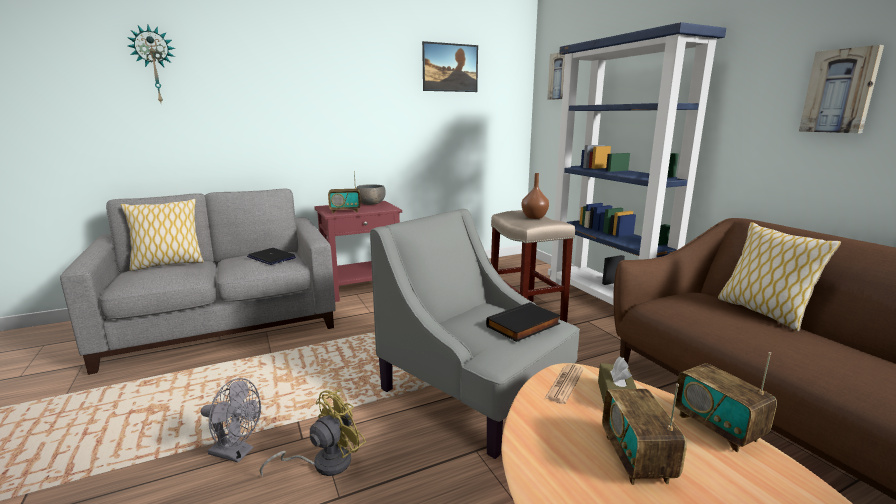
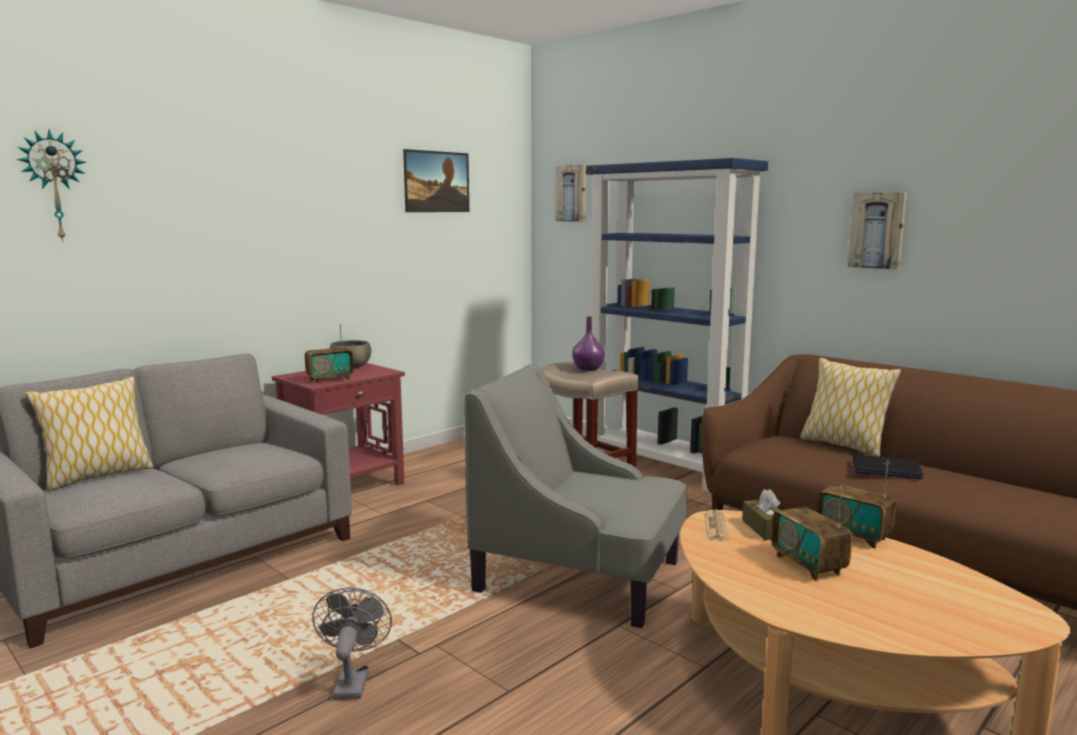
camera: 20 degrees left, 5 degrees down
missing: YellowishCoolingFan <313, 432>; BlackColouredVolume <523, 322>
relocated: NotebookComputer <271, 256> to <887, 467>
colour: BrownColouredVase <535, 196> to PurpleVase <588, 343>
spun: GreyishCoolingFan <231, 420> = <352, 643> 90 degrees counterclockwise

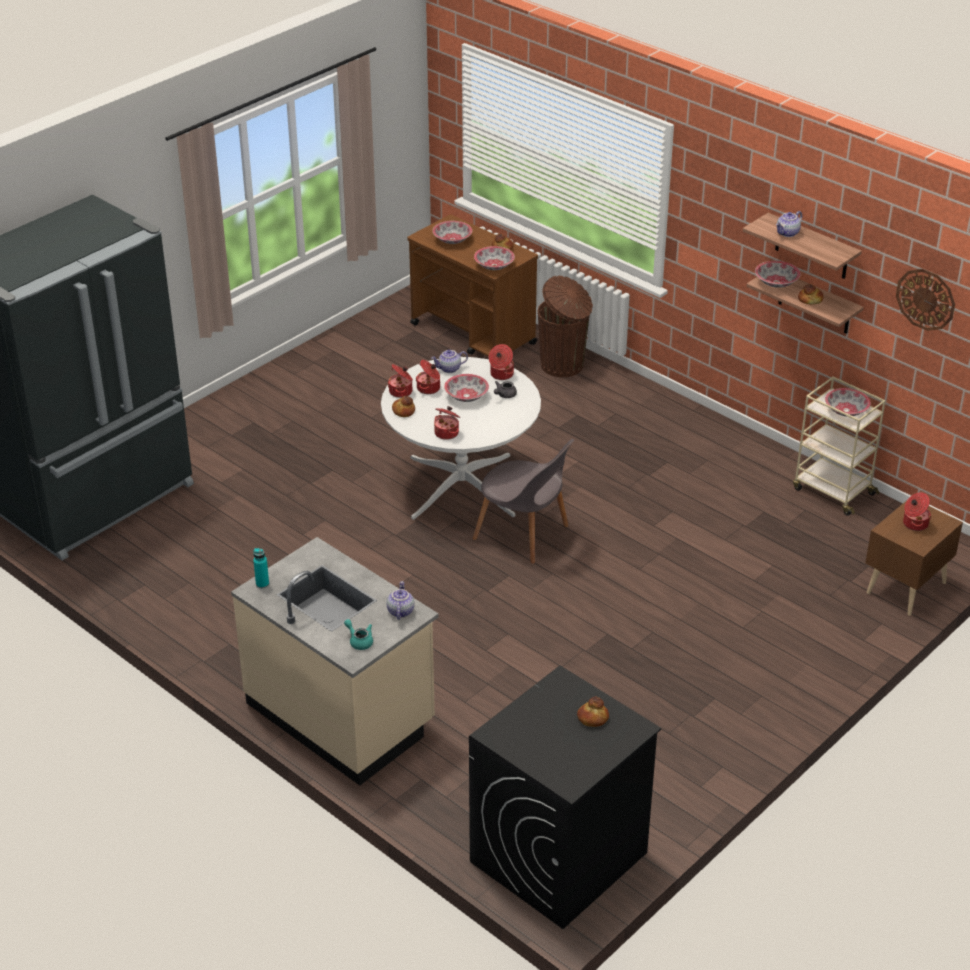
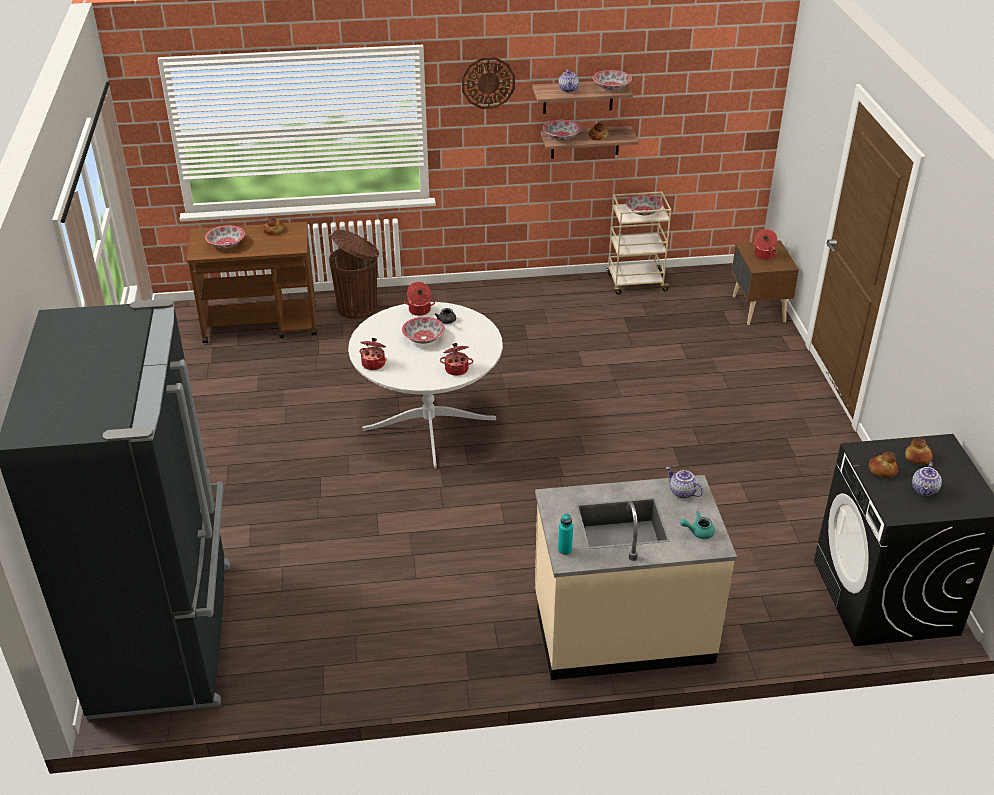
camera: 50 degrees left, 0 degrees up
missing: Saucepot <428, 377>; GreyishUprightChair <523, 501>
relocated: WallClock <925, 300> to <488, 83>; Bowl <494, 258> to <612, 80>; BakeryBread <403, 406> to <883, 465>; Teapot <449, 361> to <927, 479>

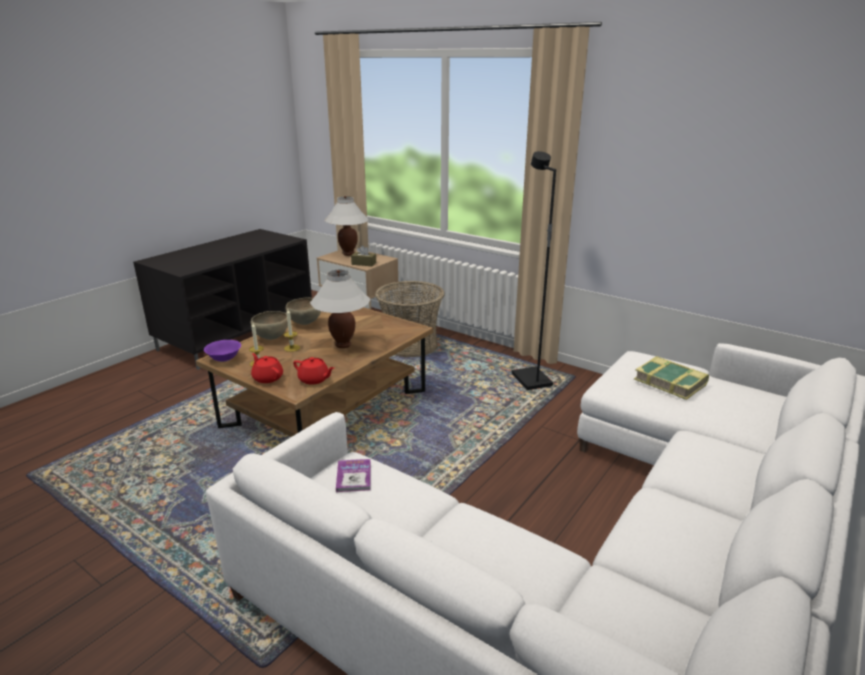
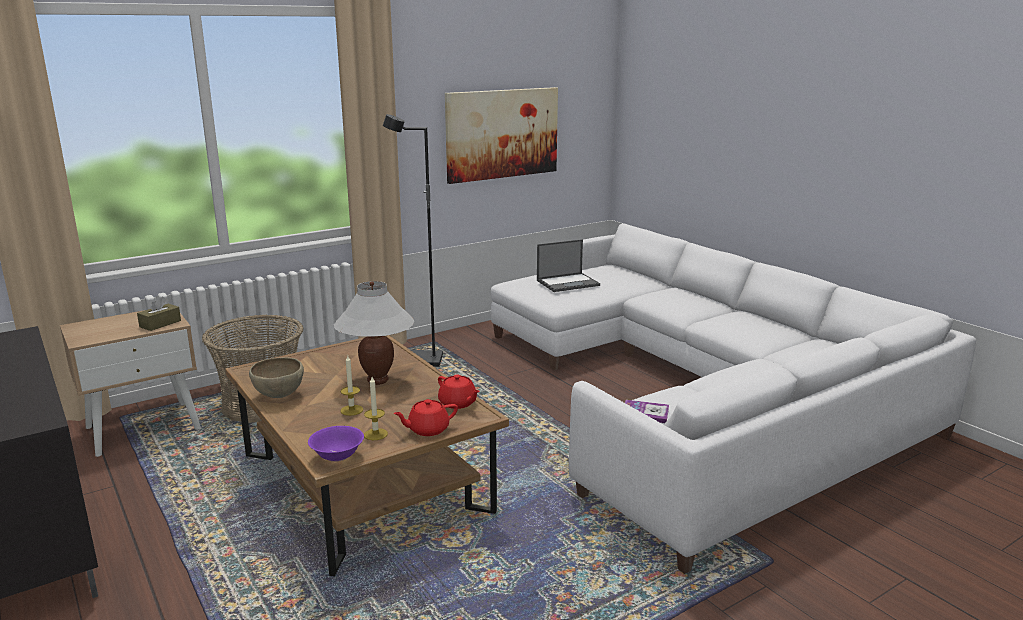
camera: 70 degrees left, 5 degrees down
missing: BrownColouredBowl <269, 325>; WhiteColouredTabletopLamp <346, 226>
appeared: Picture <501, 135>
exchanged: Volume <671, 378> to NotebookComputer <568, 265>
spun: RedColouredTeapot <313, 371> = <459, 392> 90 degrees clockwise

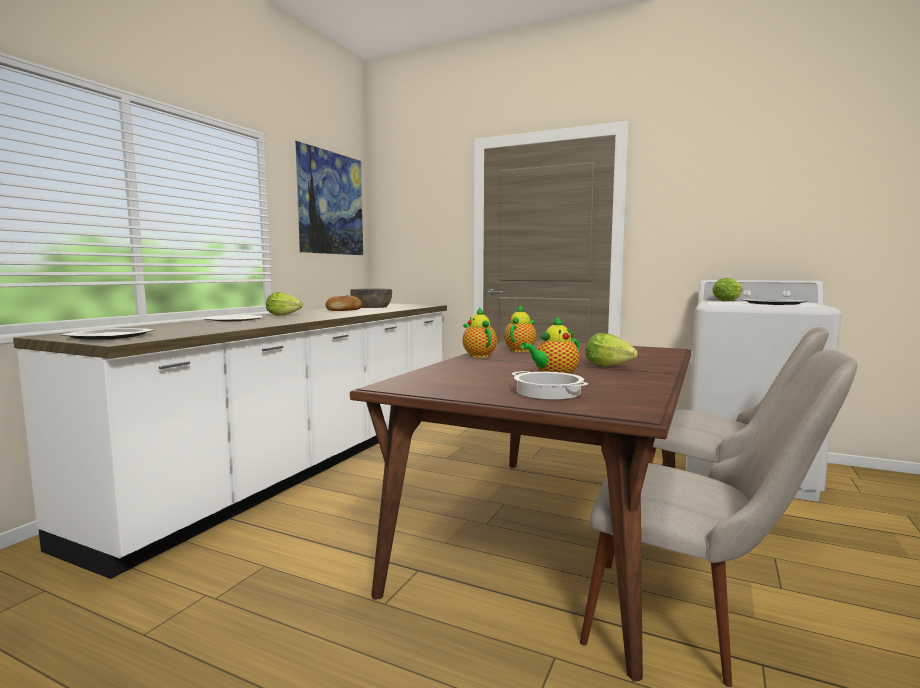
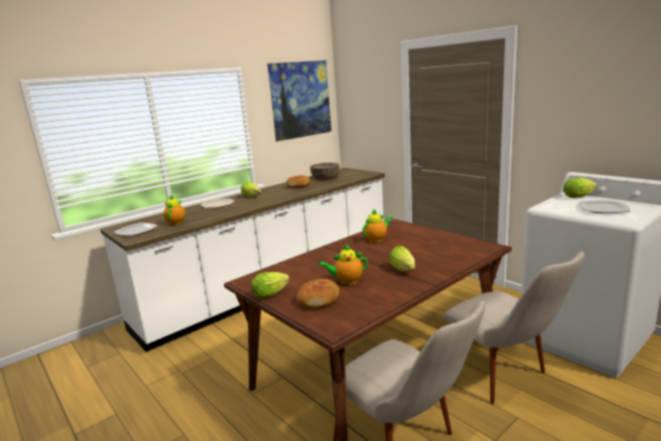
camera: 25 degrees right, 10 degrees up
appeared: Lettuce <270, 285>
relocated: Teapot <479, 332> to <174, 210>
exchanged: Saucepot <550, 385> to BakeryBread <318, 293>

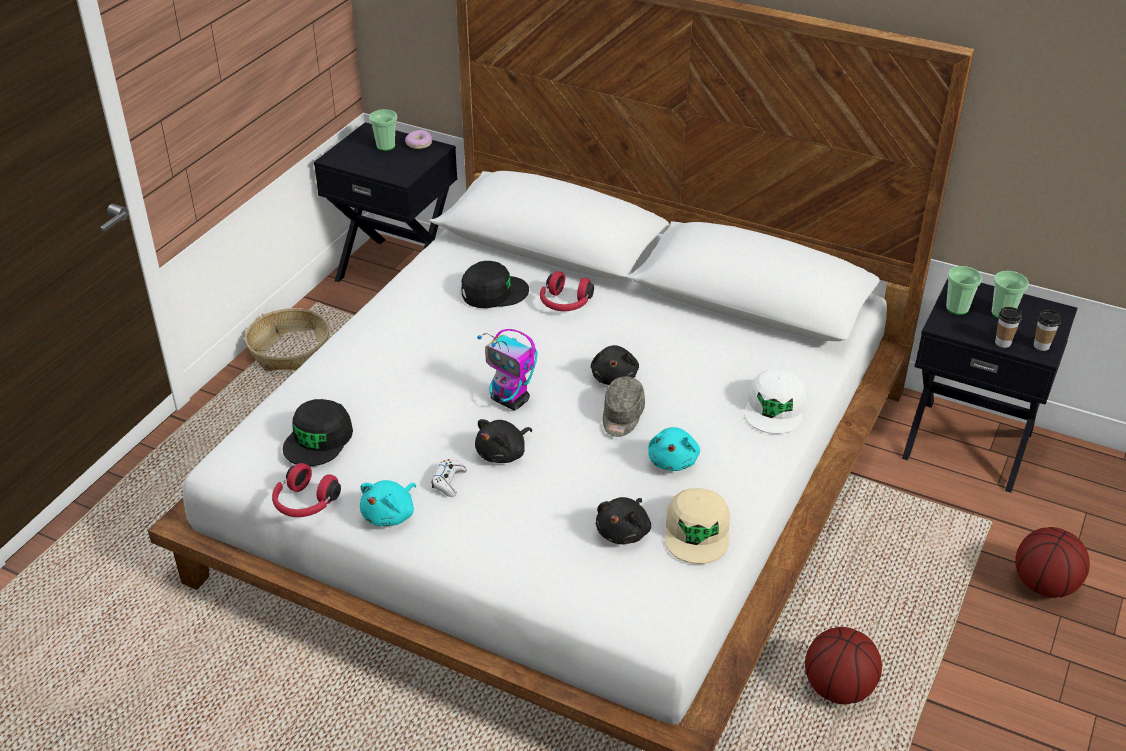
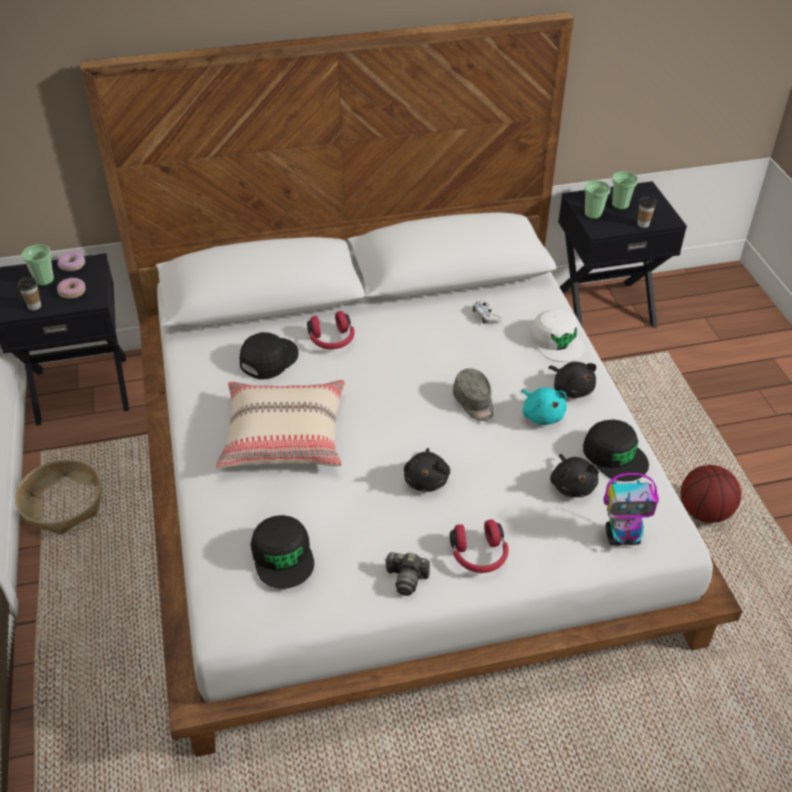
camera: 40 degrees left, 5 degrees up
missing: BasketballBall <1052, 562>
appeared: Doughnut <71, 288>; SandColouredThrowPillow <280, 424>
relocated: DrinkingCup <1047, 330> to <29, 293>; RedColouredHeadphones <306, 490> to <479, 546>; WhiteColouredGamepad <449, 478> to <487, 312>; BlackColouredCuddlyToy <615, 365> to <572, 380>; RobotFigure <507, 369> to <631, 509>
exchanged: TurquoiseColouredCuddlyToy <388, 503> to StillCamera <407, 574>
colour: SandColouredCap <697, 526> to BlackColouredCap <616, 450>

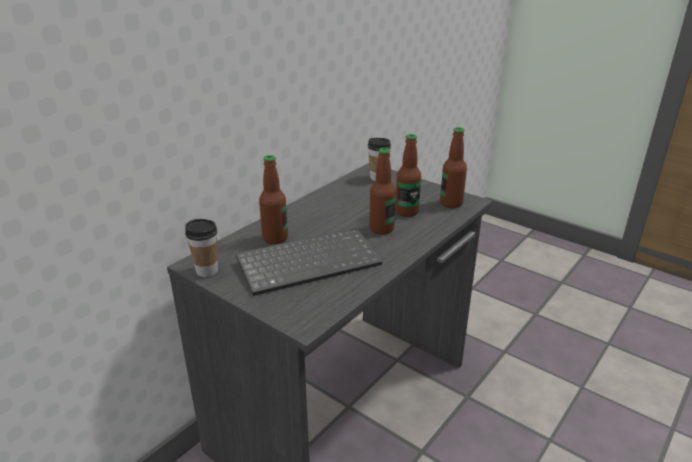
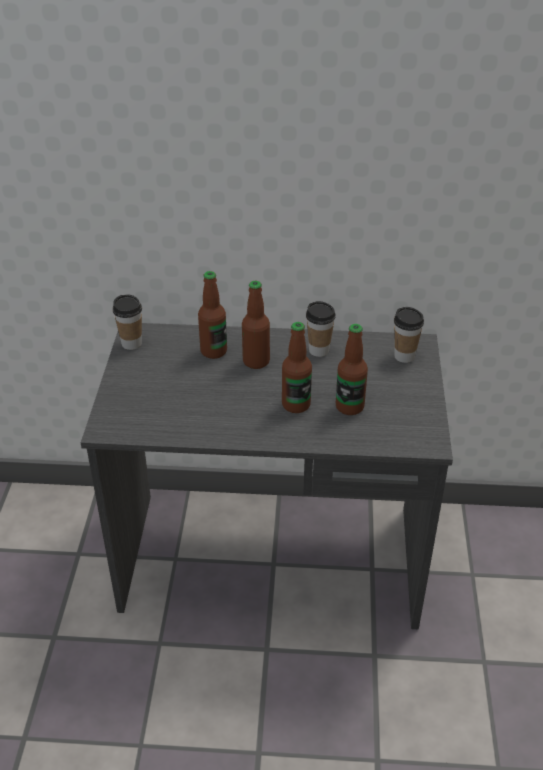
camera: 55 degrees right, 10 degrees up
missing: ComputerKeyboard <309, 262>
appeared: DrinkingCup <321, 329>
relocated: Bottle <453, 167> to <256, 325>

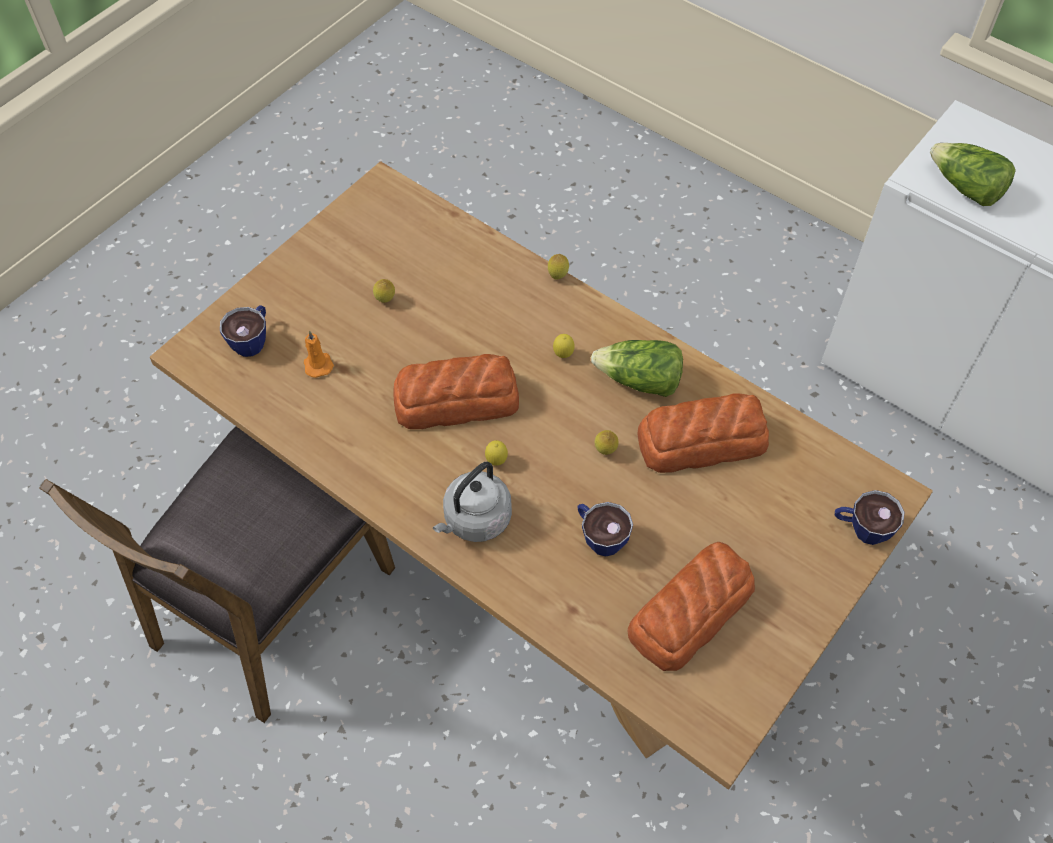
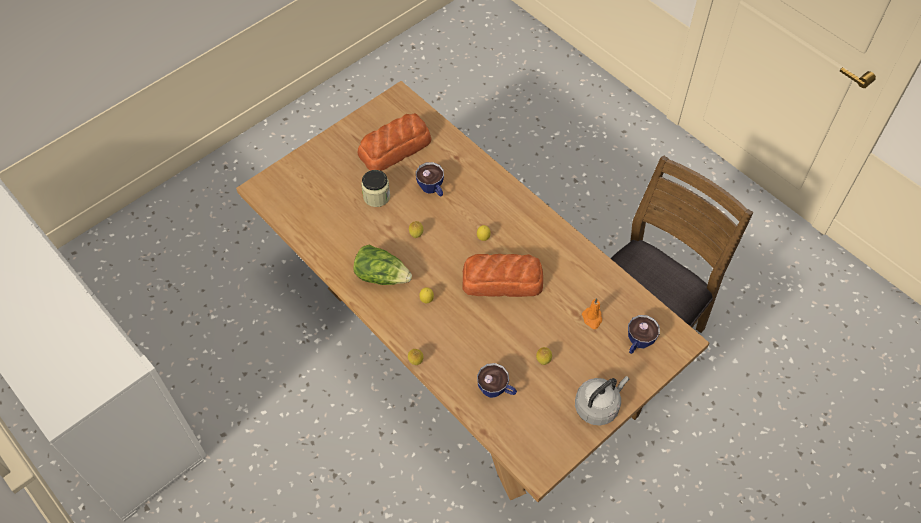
camera: 170 degrees left, 0 degrees up
missing: BakeryBread <703, 433>; Lettuce <973, 174>
appeared: PreserveJar <375, 188>
relocated: DrinkingCup <870, 517> to <497, 380>; GreyishKettle <472, 502> to <602, 400>

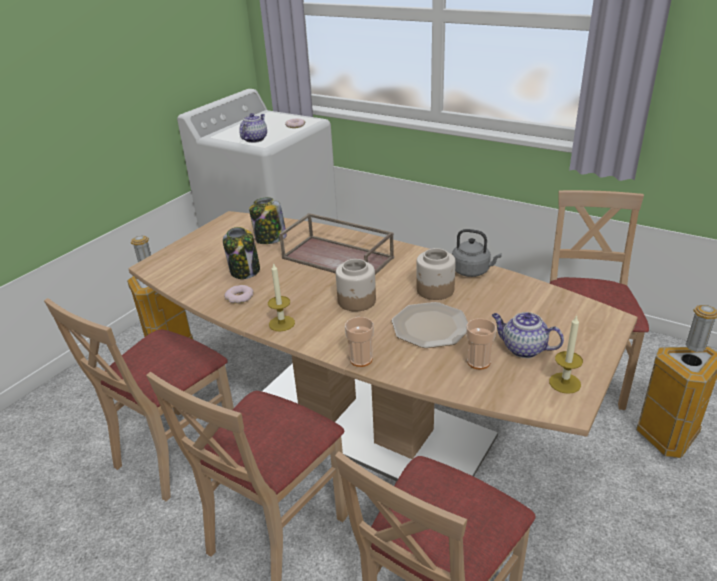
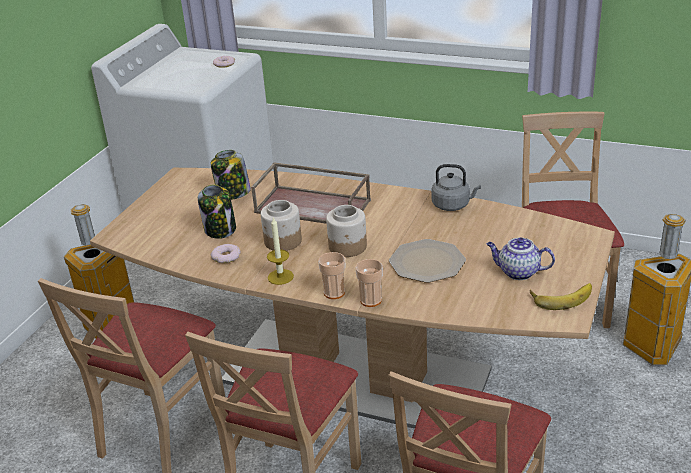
camera: 10 degrees left, 0 degrees up
missing: Teapot <253, 128>
relocated: PreserveJar <436, 274> to <281, 225>; DrinkingCup <481, 343> to <331, 275>
exchanged: WaxCandle <566, 354> to BananaFruit <561, 296>

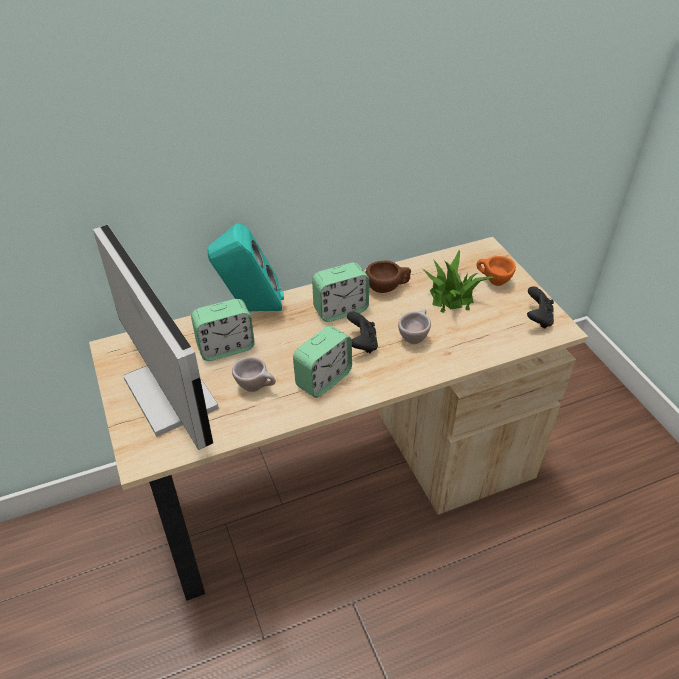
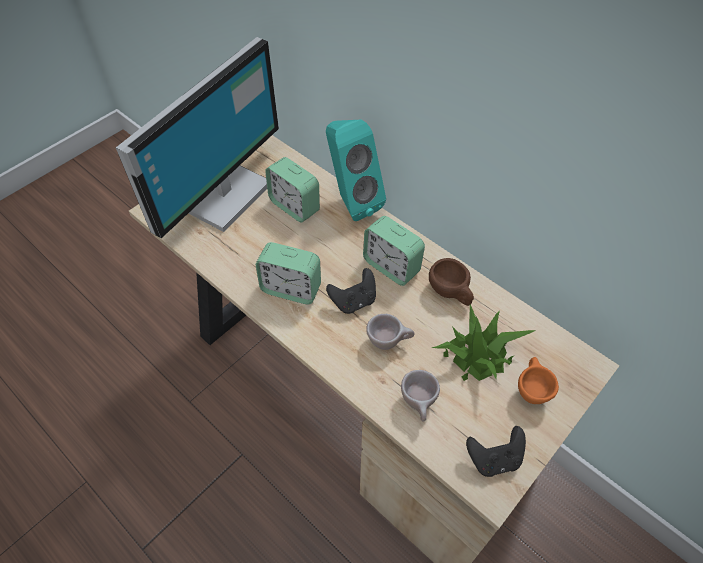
camera: 65 degrees right, 10 degrees up
relocated: SandColouredDrinkingCup <254, 374> to <420, 396>

